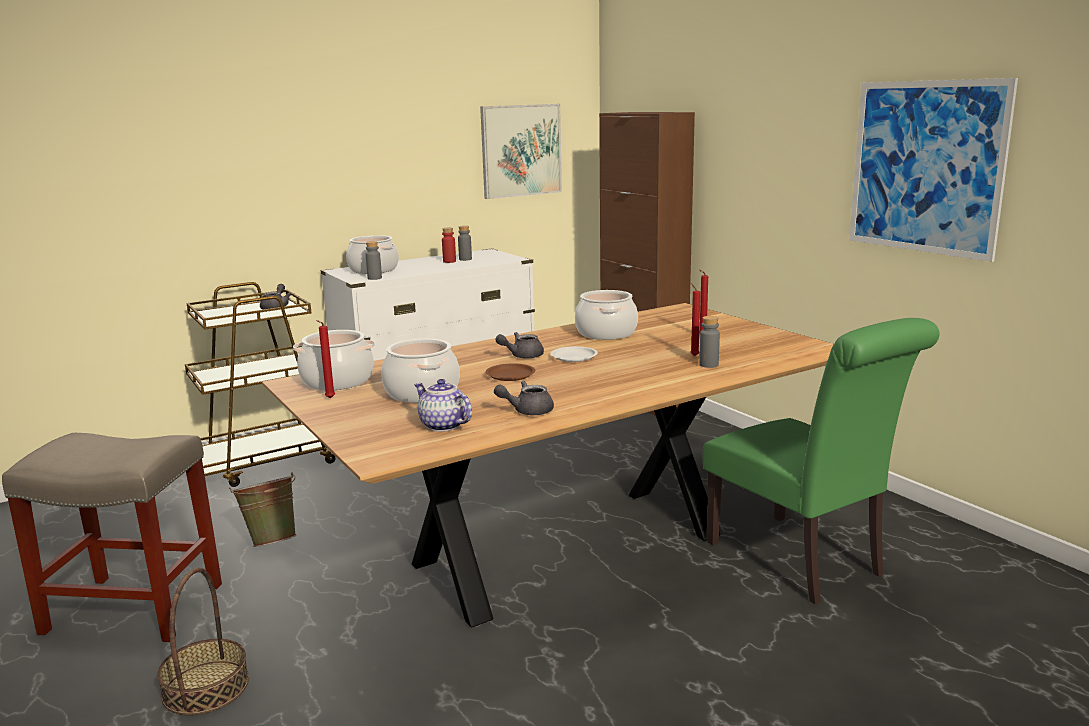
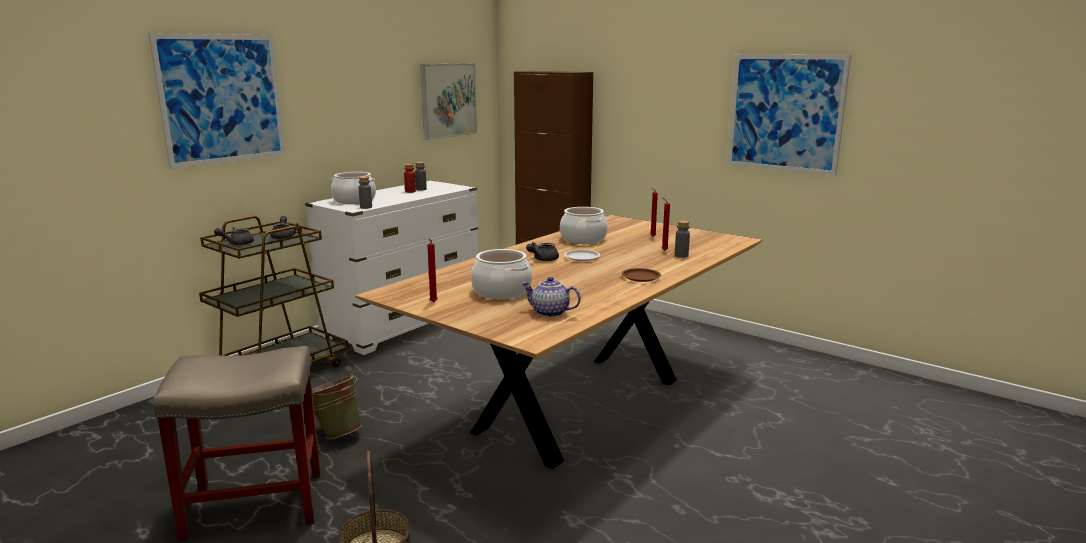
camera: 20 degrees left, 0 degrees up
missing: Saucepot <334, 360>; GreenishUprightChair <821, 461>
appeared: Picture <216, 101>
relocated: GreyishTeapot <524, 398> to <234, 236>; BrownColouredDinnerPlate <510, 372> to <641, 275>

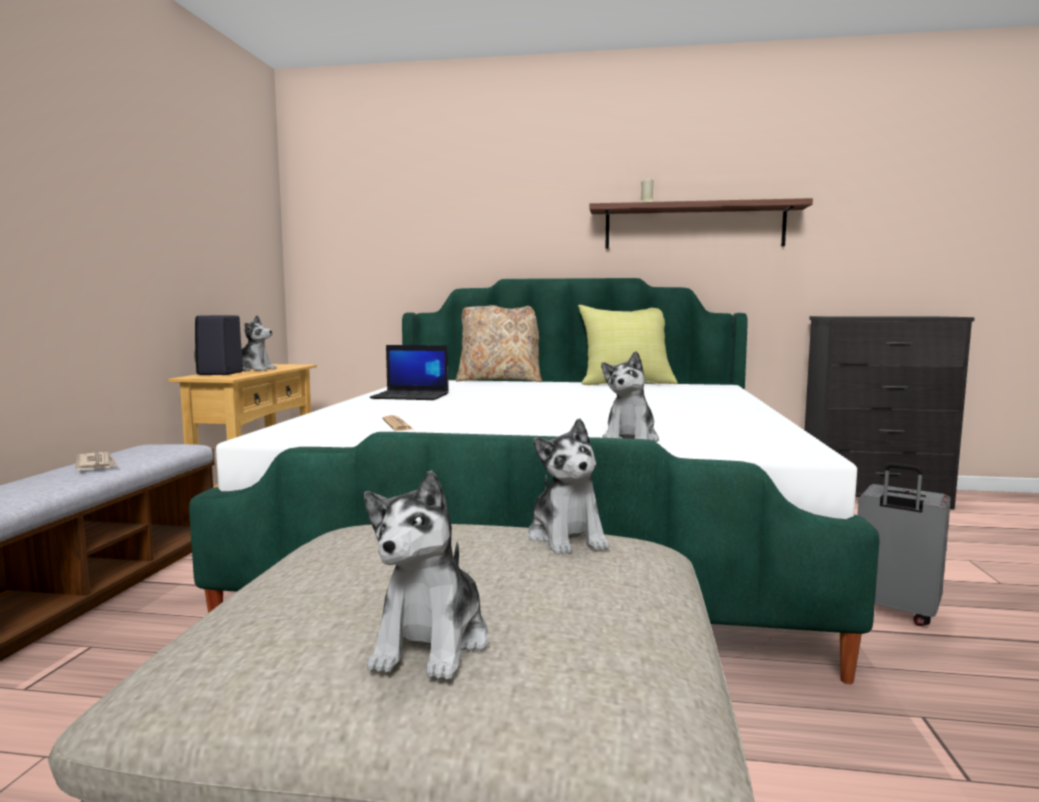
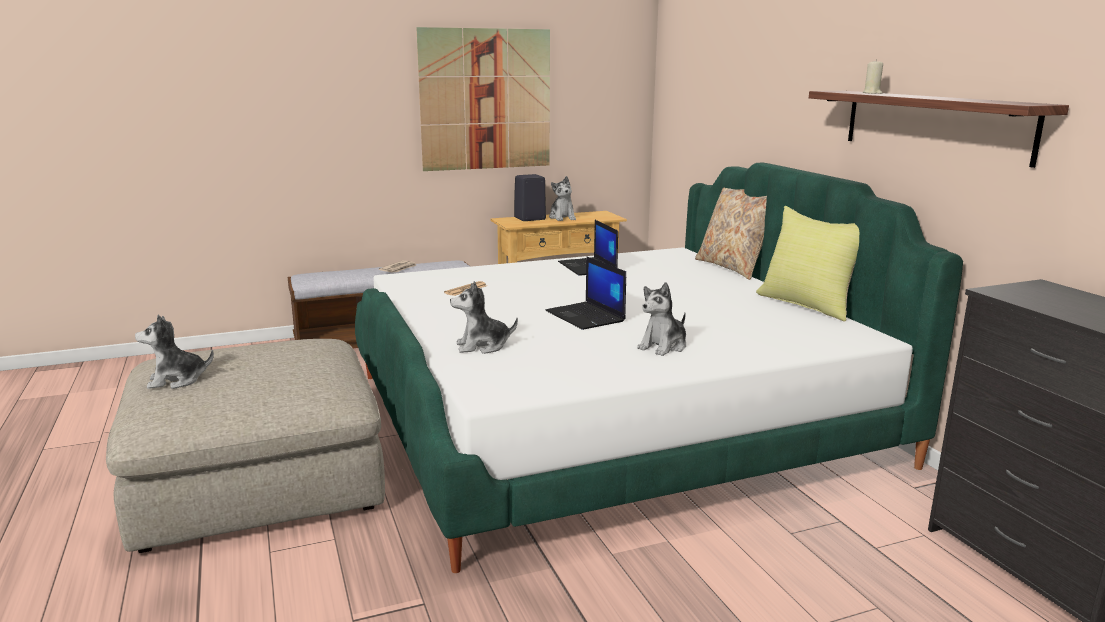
camera: 60 degrees right, 10 degrees up
missing: GreyishSuitcase <904, 544>
appeared: Picture <483, 99>; NotebookComputer <586, 293>
relocated: CuddlyToy <569, 486> to <661, 319>

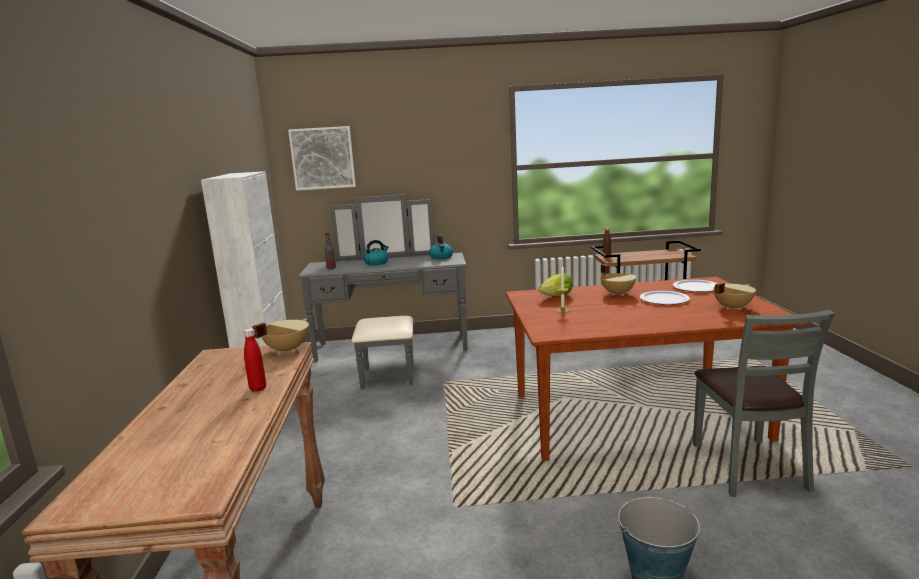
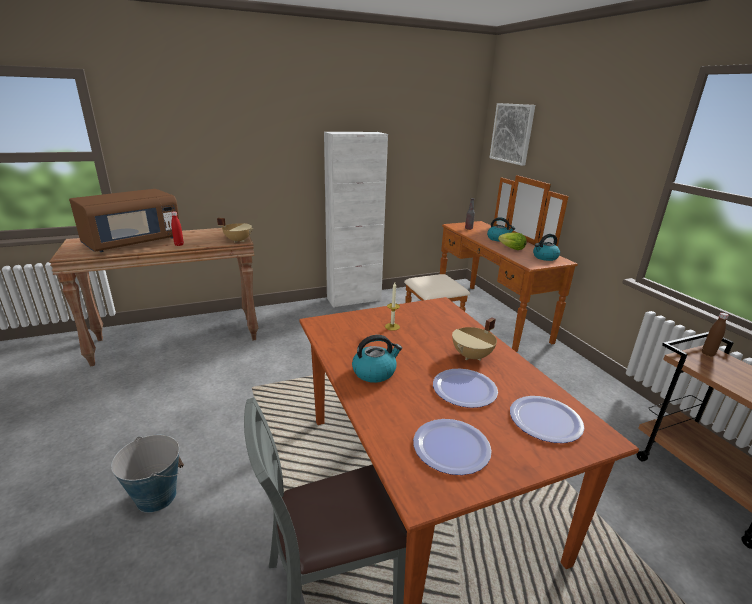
camera: 70 degrees right, 10 degrees up
appeared: BrownColouredMicrowaveOven <124, 220>; Kettle <377, 359>
relocated: Lettuce <556, 284> to <512, 241>
exchanged: SandColouredSaucepot <734, 296> to DinnerPlate <452, 447>
colour: GreyishDresser <383, 291> to BrownColouredDresser <491, 263>

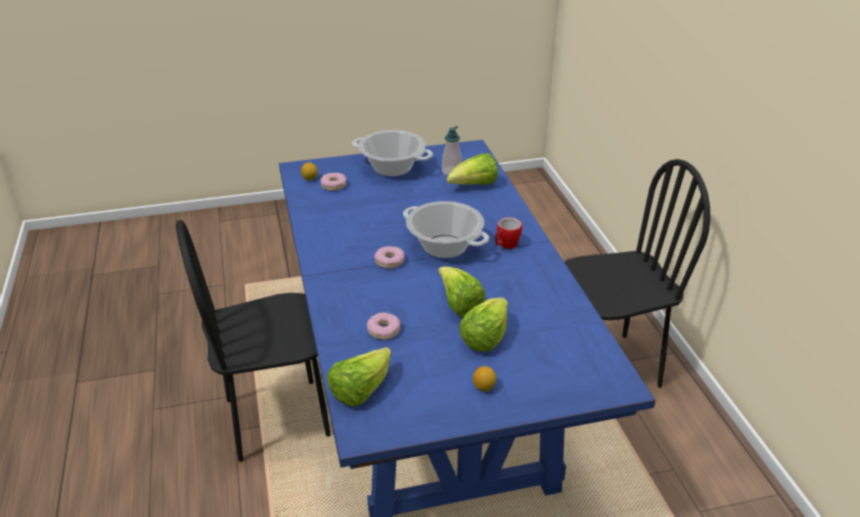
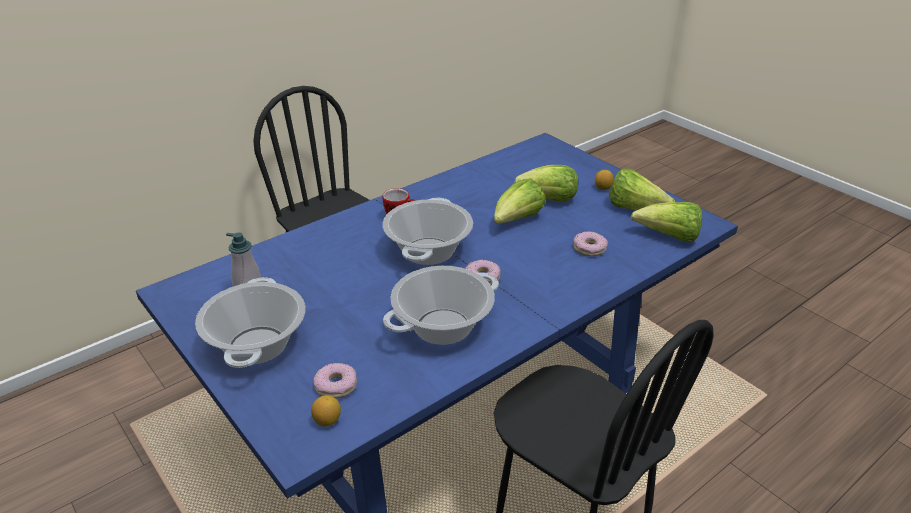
camera: 115 degrees left, 0 degrees up
appeared: Saucepot <441, 305>
relocated: Lettuce <472, 169> to <642, 189>

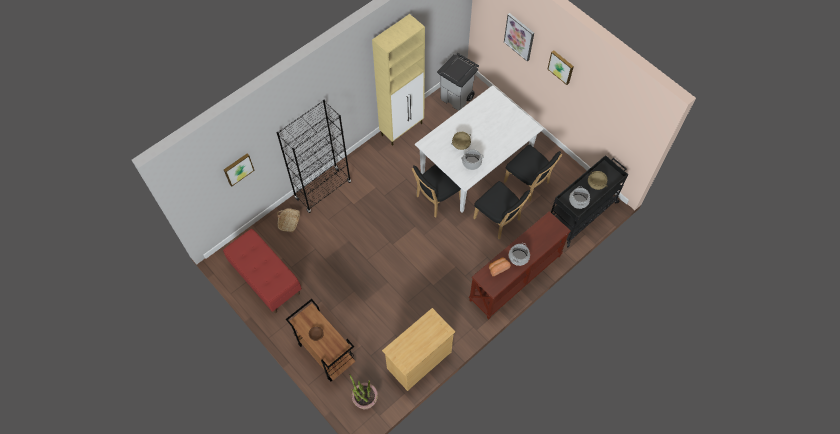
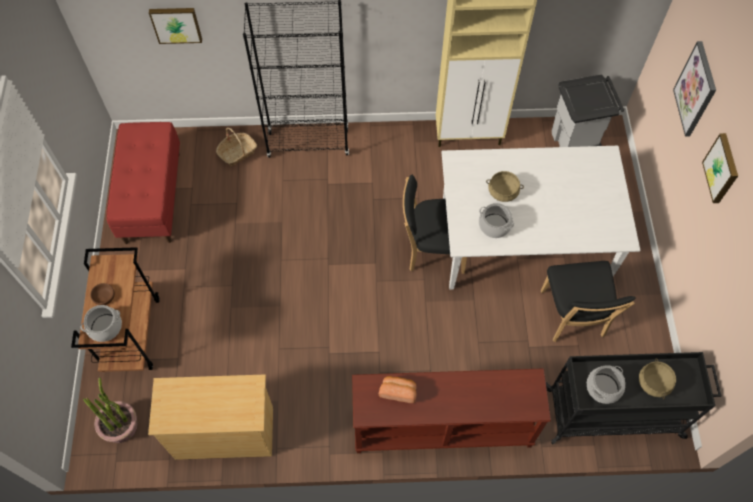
camera: 40 degrees right, 0 degrees up
missing: BlackColouredUprightChair <502, 210>
relocated: Saucepot <519, 254> to <101, 323>

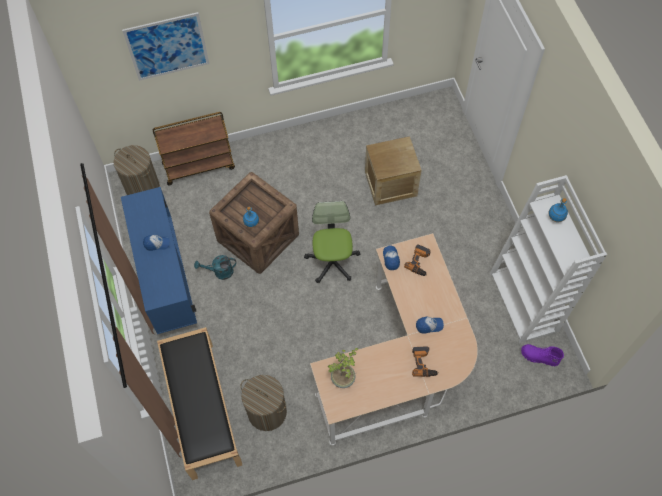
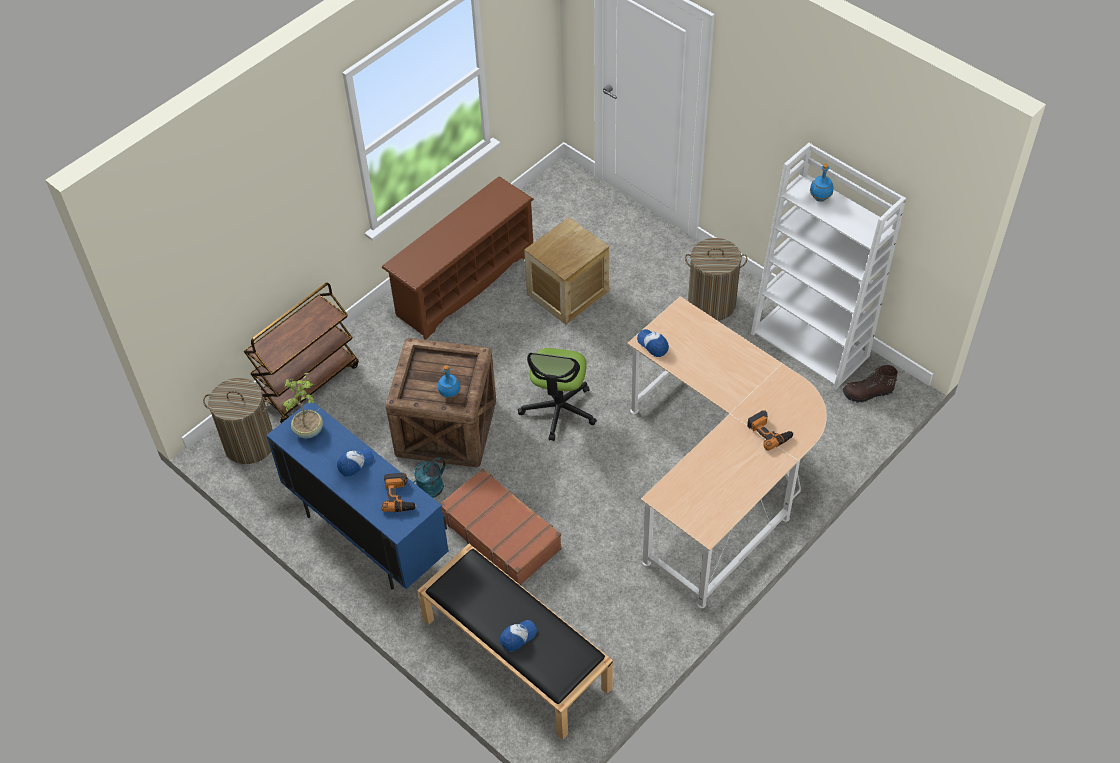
camera: 30 degrees left, 10 degrees down
missing: Picture <165, 46>
appeared: BrownColouredShoeShelf <458, 258>; BrownColouredSuitcase <501, 526>
relocated: Houseplant <343, 368> to <302, 406>; ElectricDrill <417, 260> to <399, 492>; Cap <430, 325> to <518, 636>; LaundryBasket <263, 403> to <716, 279>
colour: PurpleHighTopBoot <542, 355> to BrownColouredHighTopBoot <870, 384>
spun: OfficeChair <332, 242> = <557, 394> 135 degrees counterclockwise

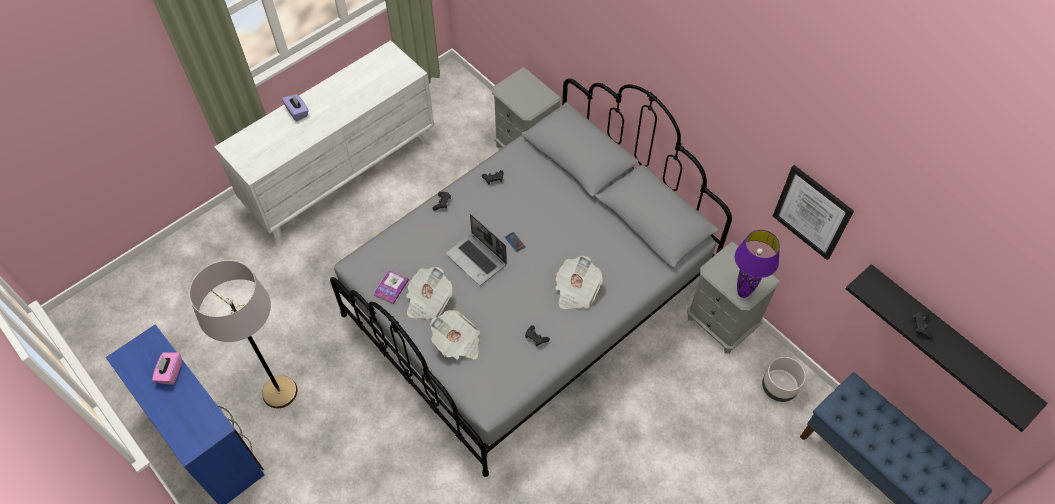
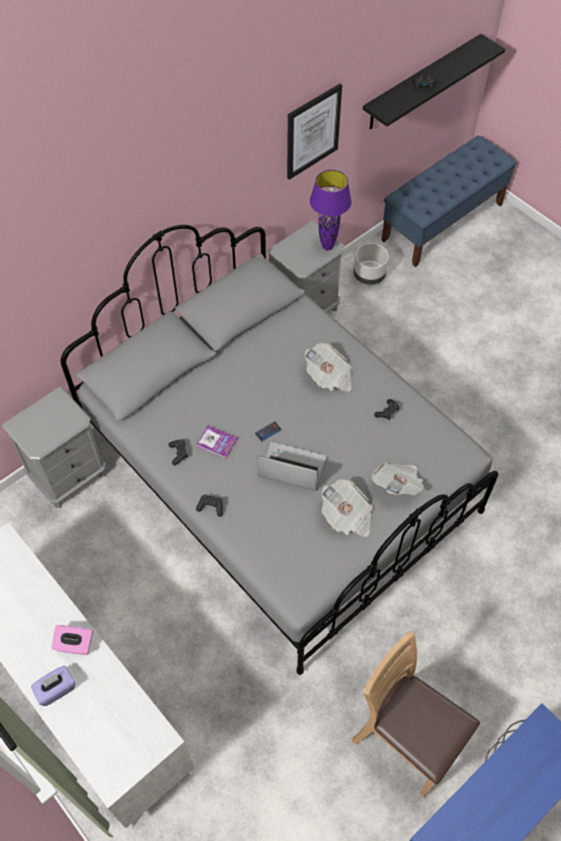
camera: 90 degrees left, 0 degrees up
relocated: PinkishTissueBox <167, 368> to <72, 640>; Volume <391, 287> to <216, 442>
exchanged: GreyishFloorLamp <243, 334> to BrownColouredUprightChair <416, 714>
spun: NotebookComputer <476, 250> = <291, 466> 120 degrees counterclockwise

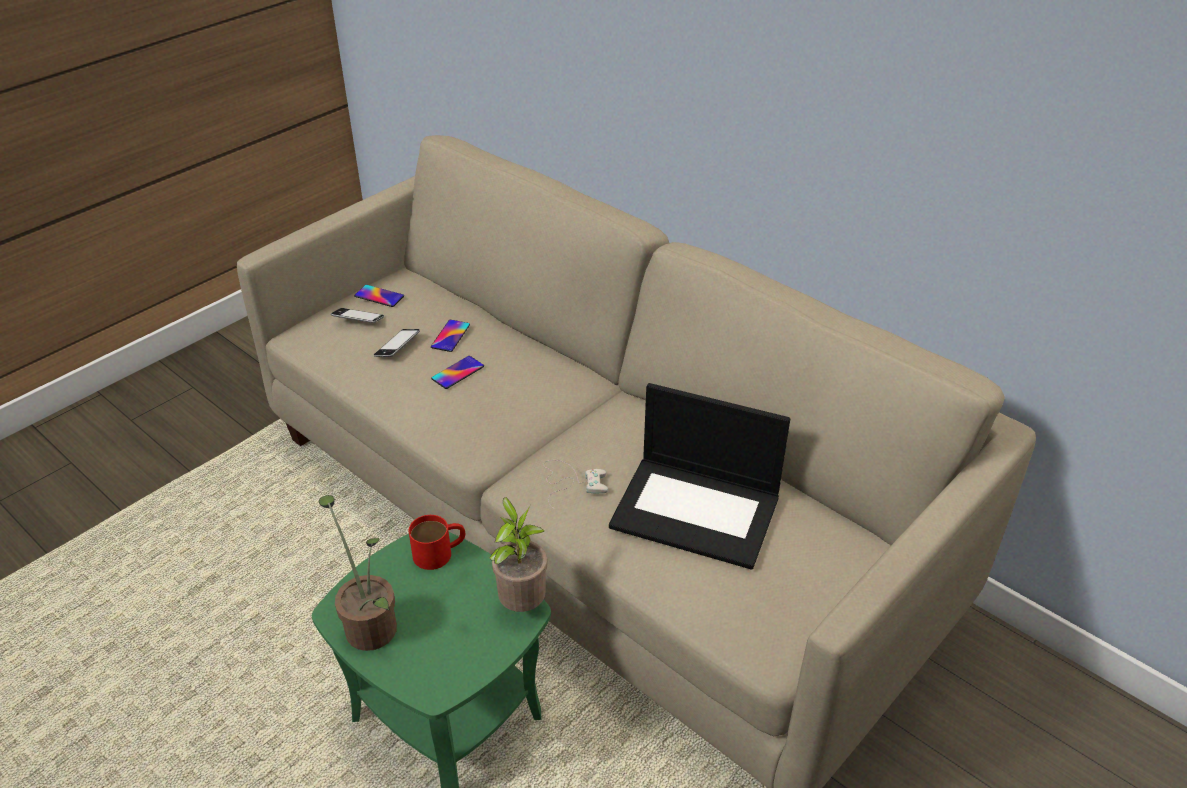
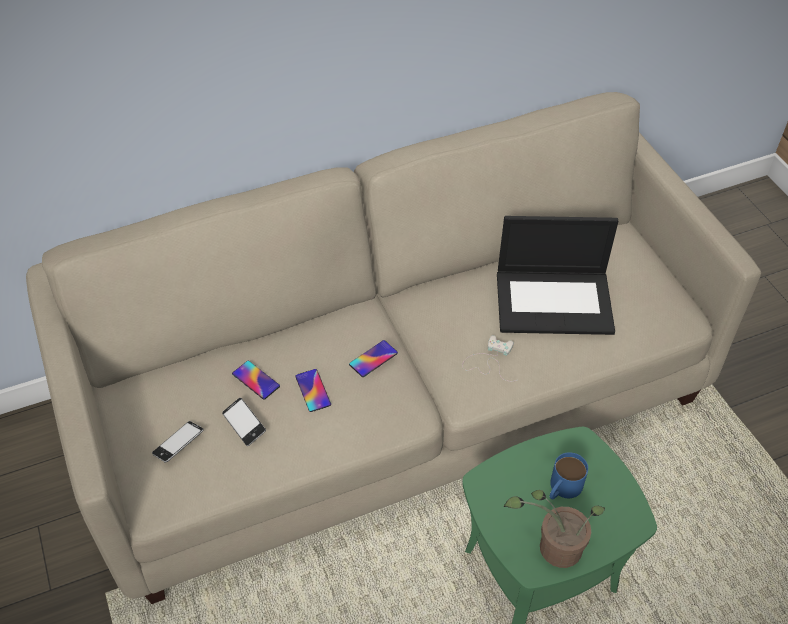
camera: 65 degrees left, 10 degrees up
missing: RedColouredTeaMug <436, 542>; Houseplant <518, 554>
appeared: BlueTeaMug <568, 476>
relocated: Handset <379, 296> to <373, 358>
spun: NotebookComputer <699, 476> = <557, 275> 45 degrees clockwise

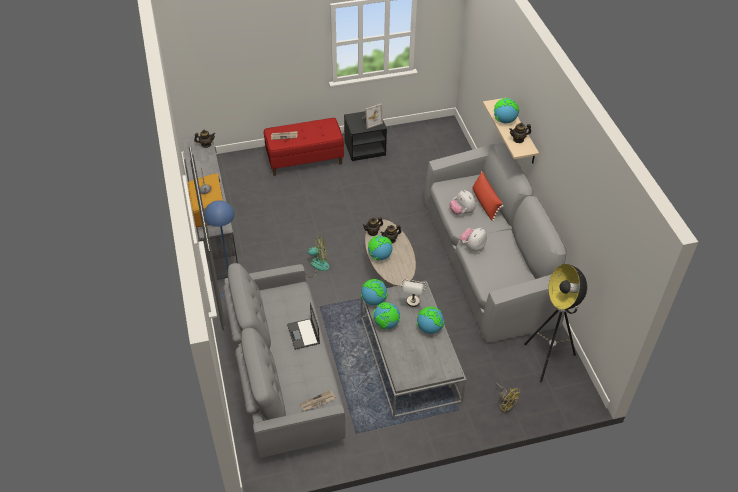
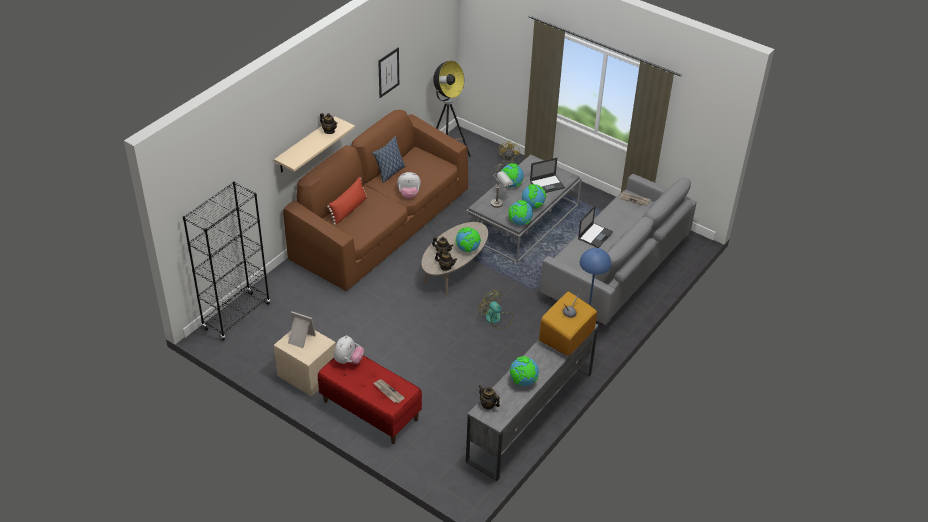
camera: 130 degrees left, 5 degrees down
appeared: BlackColouredBookshelf <226, 261>; ThrowPillow <388, 159>; Picture <388, 72>; NotebookComputer <547, 175>
relocated: CuddlyToy <463, 202> to <349, 349>; WorldGlobe <506, 110> to <524, 371>
colour: BlackColouredNightTable <365, 136> to SandColouredNightTable <305, 363>; GreyishCouch <495, 243> to BrownColouredCouch <375, 200>

